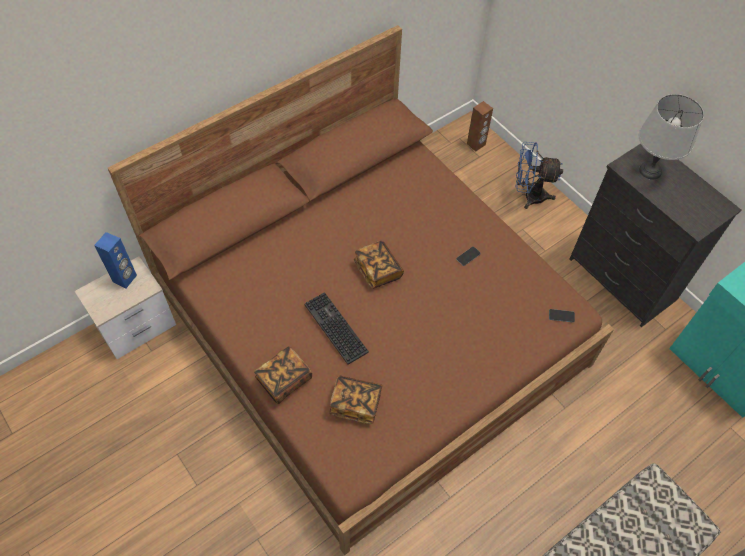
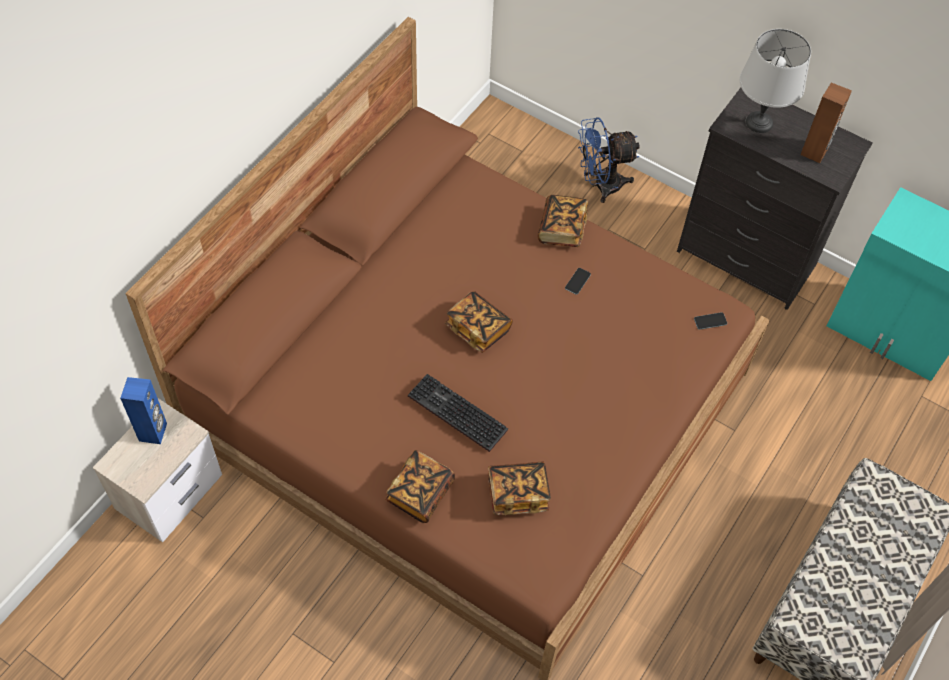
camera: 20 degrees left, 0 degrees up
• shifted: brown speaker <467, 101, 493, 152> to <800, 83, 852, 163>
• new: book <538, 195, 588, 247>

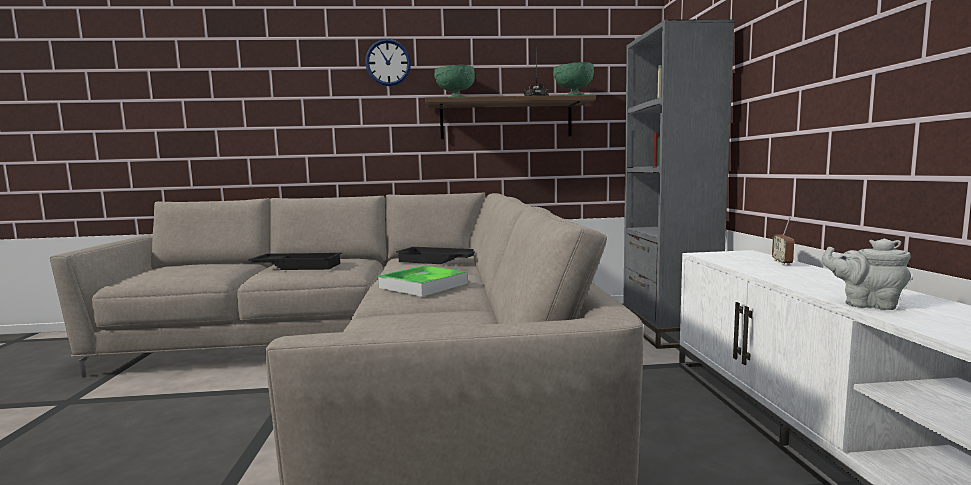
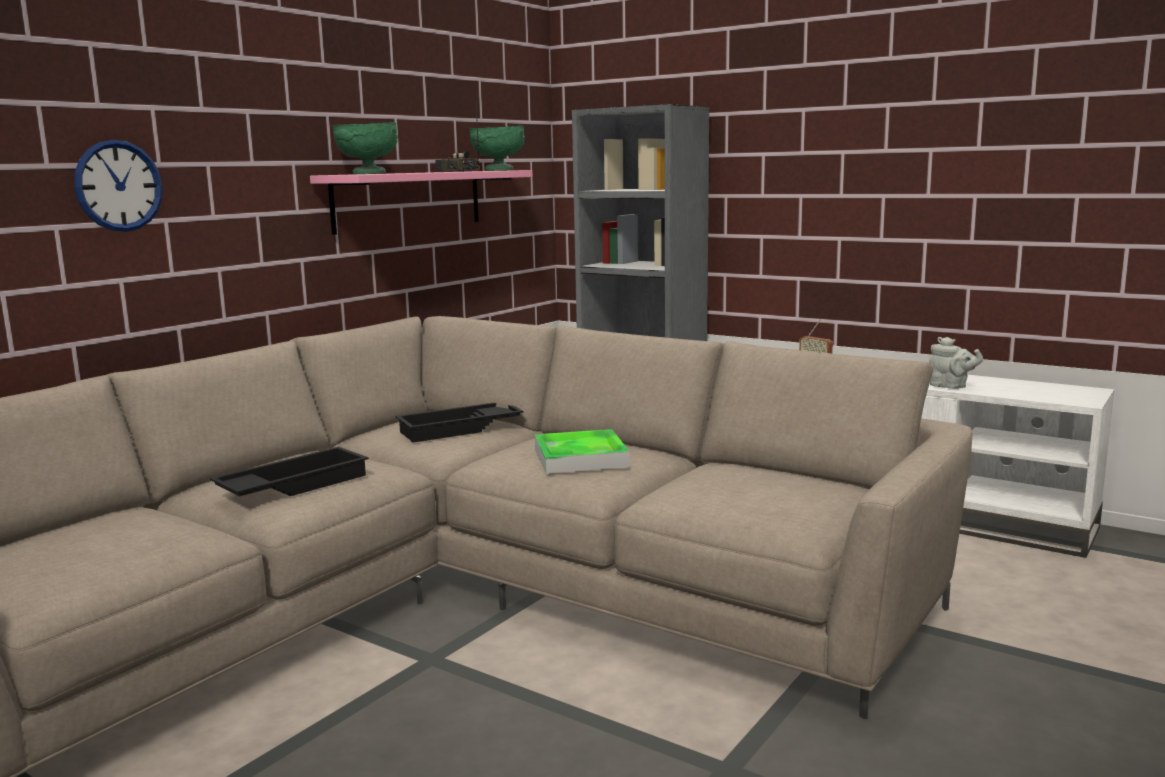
camera: 50 degrees left, 5 degrees up
• shifted: wall clock <365, 39, 411, 86> to <74, 140, 163, 232>
• repainted: brown shelf <425, 95, 596, 139> to pink shelf <310, 170, 532, 235>
• rotated: grey teapot <822, 238, 911, 310> = <929, 337, 983, 389> 120 degrees counterclockwise

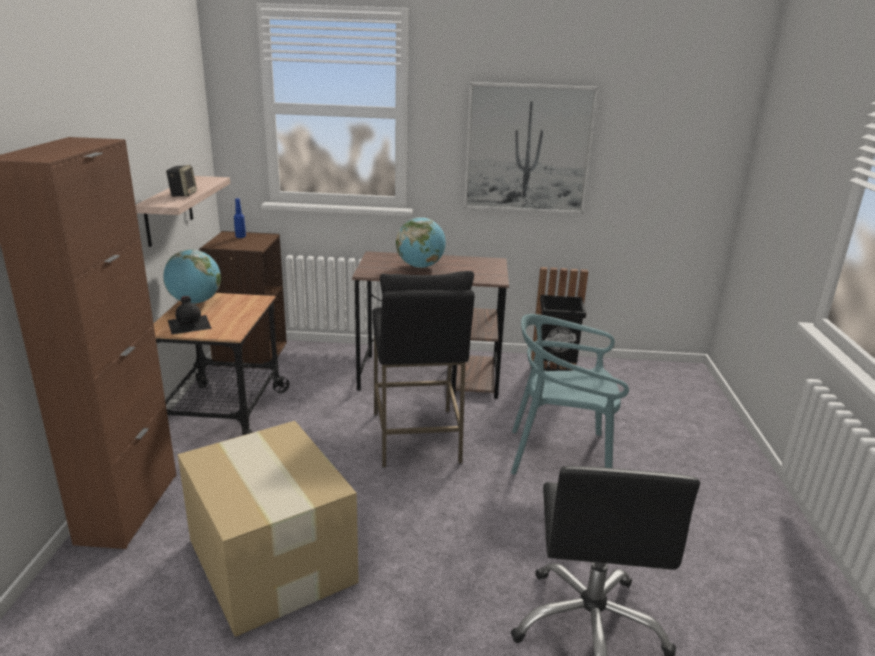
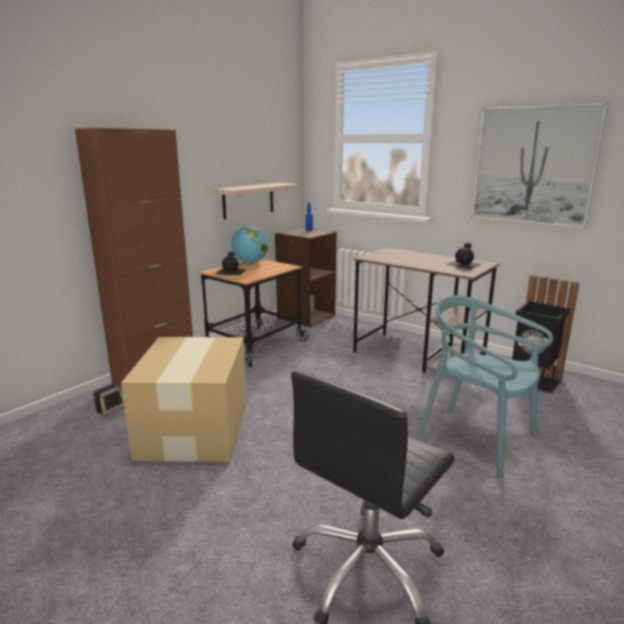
camera: 35 degrees right, 5 degrees down
• shifted: speaker <166, 165, 197, 197> to <94, 385, 124, 416>
• gone: black stool <372, 271, 474, 468>
• gone: globe <396, 217, 446, 268>
• new: black bottle <446, 243, 483, 269>

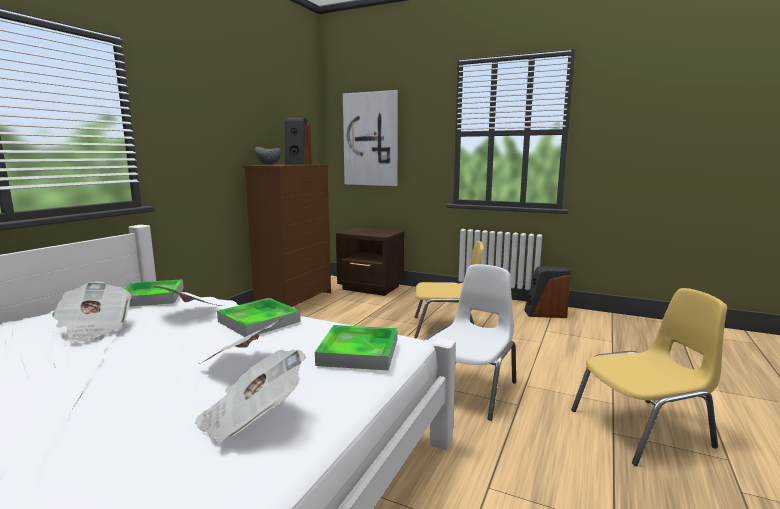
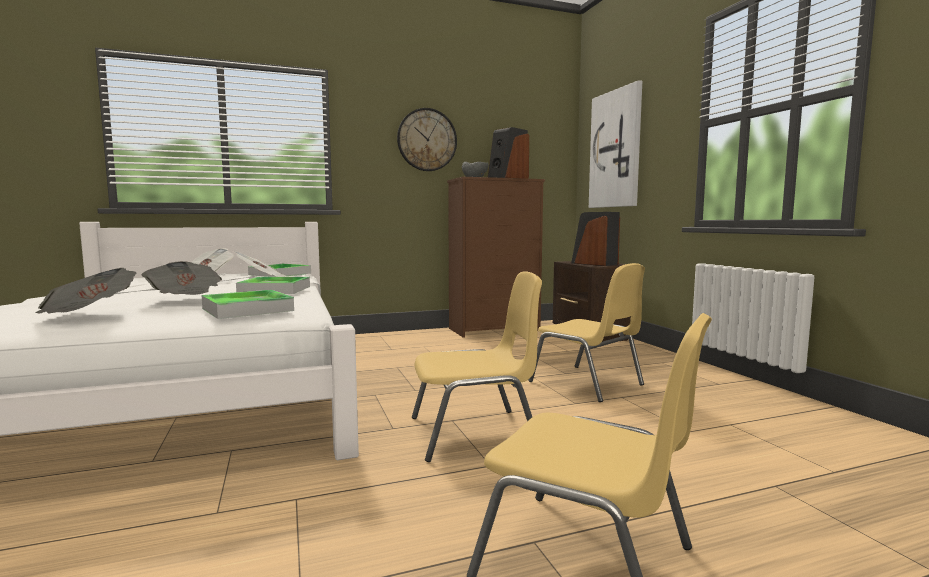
camera: 45 degrees right, 5 degrees down
• repainted: white chair <424, 264, 516, 421> to yellow chair <412, 271, 542, 462>
• shifted: speaker <524, 267, 570, 318> to <571, 212, 620, 266>
• new: wall clock <397, 108, 457, 171>

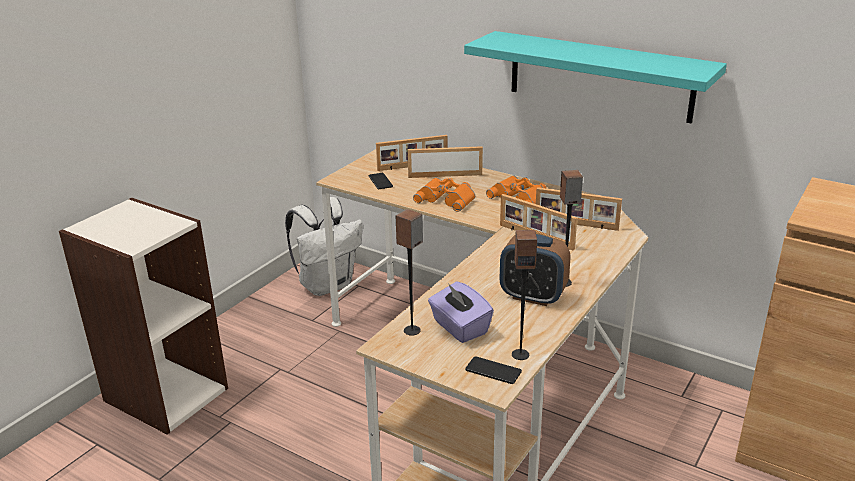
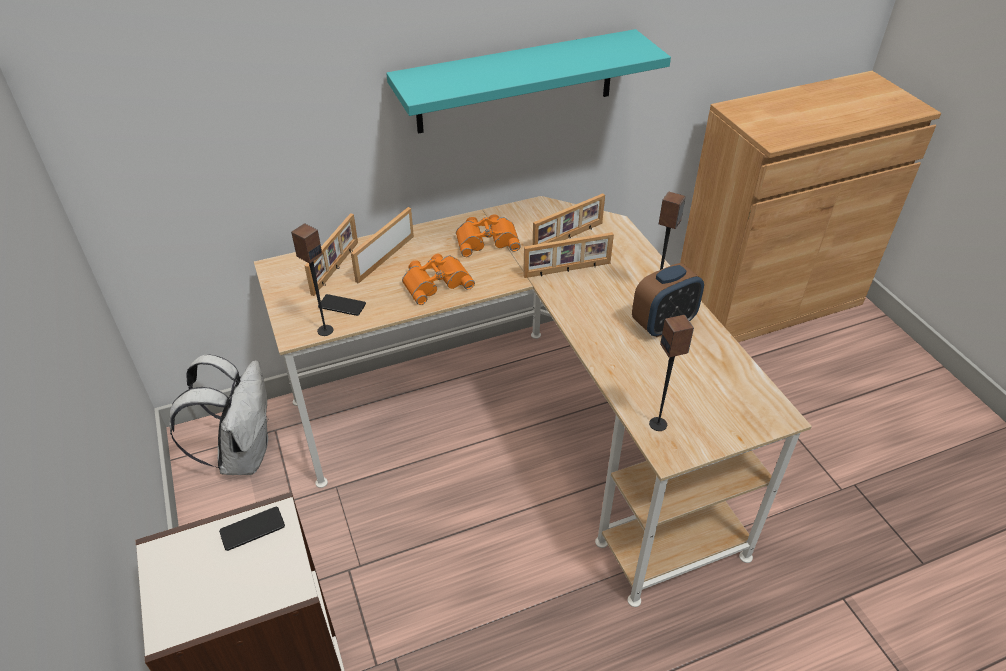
camera: 55 degrees left, 15 degrees up
• gone: purple tissue box <428, 281, 494, 343>
• shifted: phone <465, 356, 522, 384> to <219, 507, 285, 551>
• shifted: speaker <512, 230, 537, 360> to <291, 224, 333, 336>

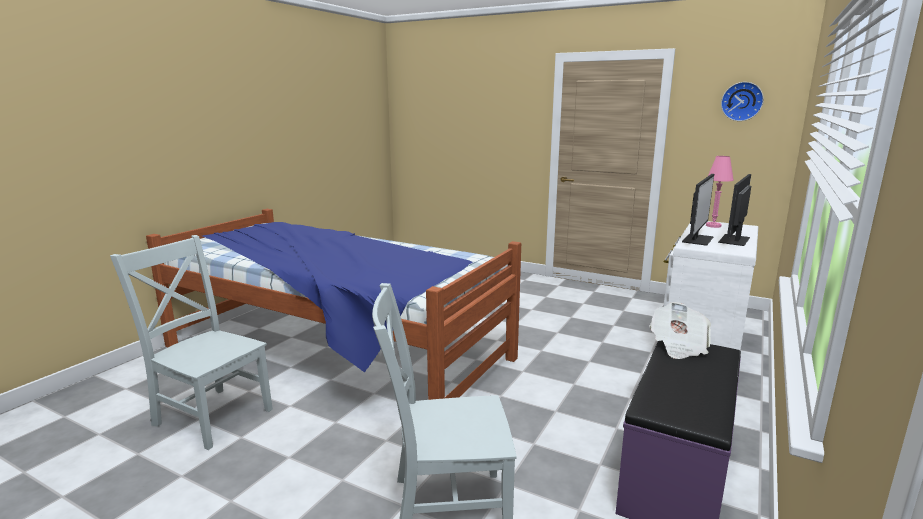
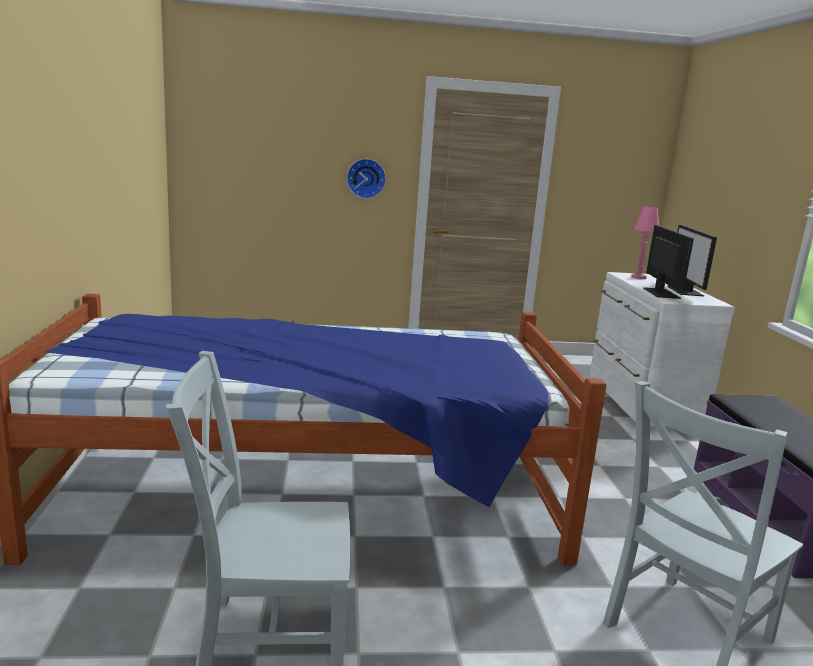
camera: 35 degrees left, 0 degrees up
• gone: newspaper <650, 302, 711, 359>
• shifted: wall clock <721, 82, 764, 121> to <347, 159, 386, 199>

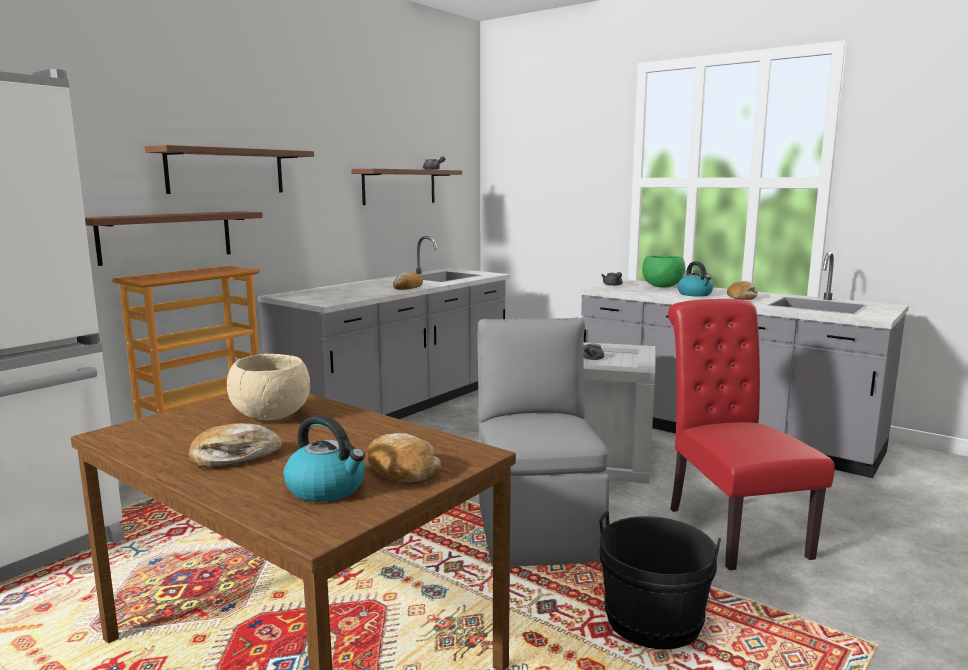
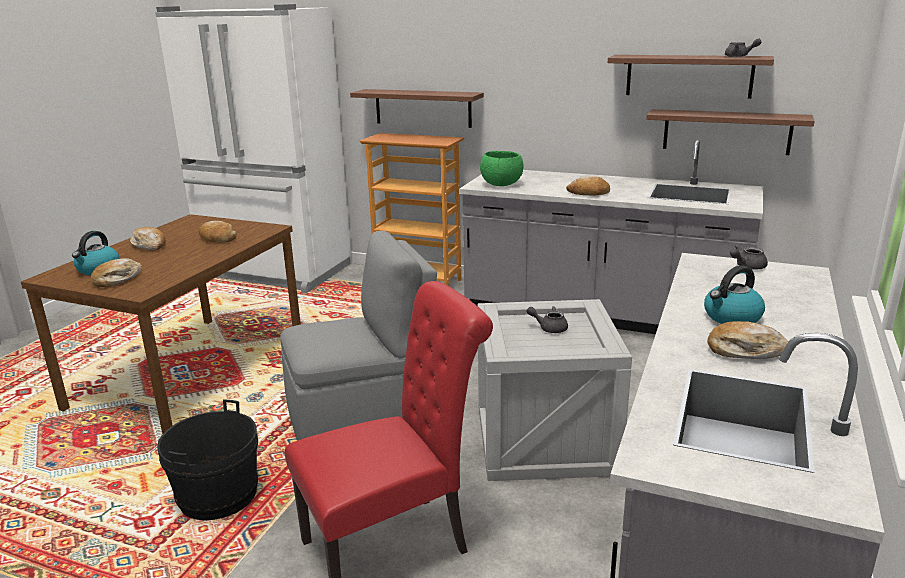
camera: 75 degrees right, 10 degrees up
• shifted: brown shelf <145, 145, 314, 194> to <646, 109, 815, 155>
• swapped: beige bowl <227, 354, 310, 420> to bread <199, 221, 236, 243>
• shifted: green bowl <642, 256, 685, 288> to <480, 151, 524, 186>

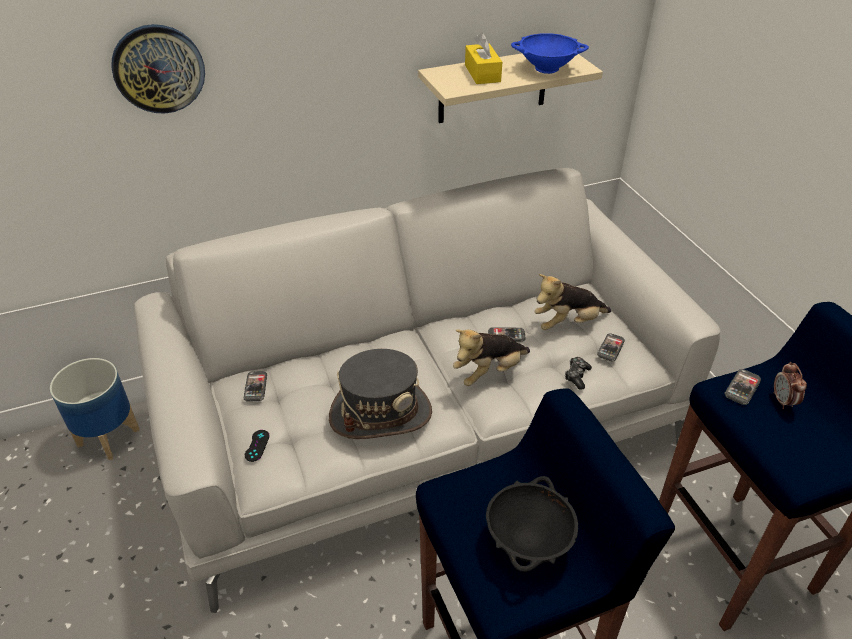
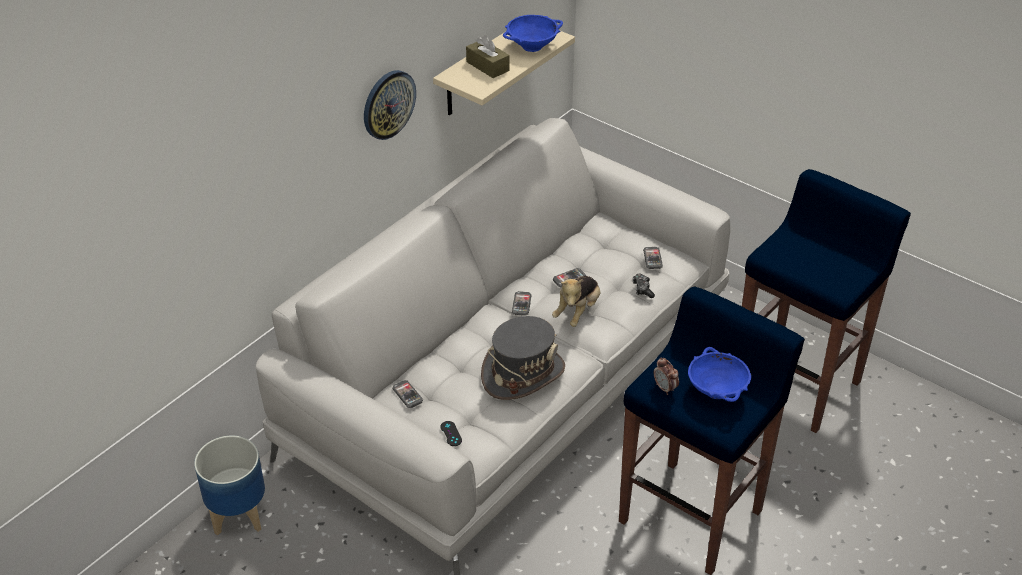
camera: 30 degrees left, 0 degrees up
• shifted: wall clock <111, 24, 205, 113> to <364, 70, 416, 140>
• repainted: yellow tissue box <465, 33, 502, 84> to brown tissue box <466, 35, 510, 78>
• repainted: black bowl <486, 476, 578, 572> to blue bowl <688, 347, 751, 402>
• gone: plush toy <535, 274, 611, 330>
• shifted: phone <724, 369, 761, 405> to <512, 291, 532, 316>
• shifted: alarm clock <774, 362, 807, 409> to <654, 357, 679, 395>

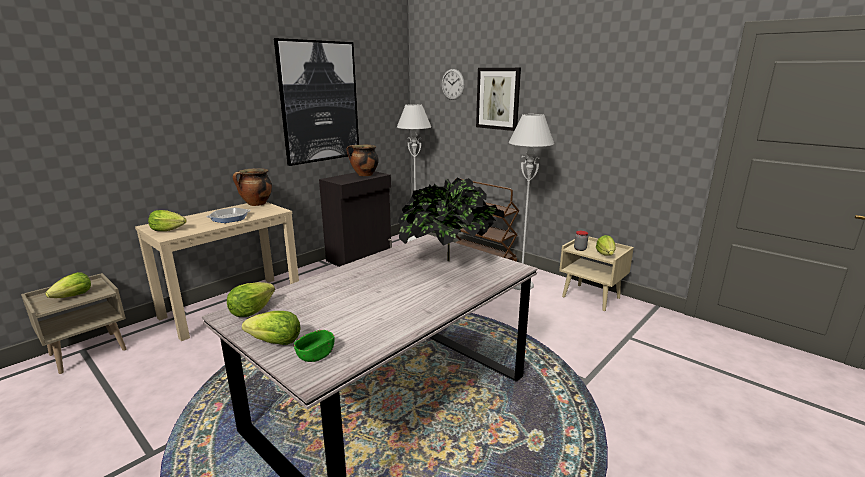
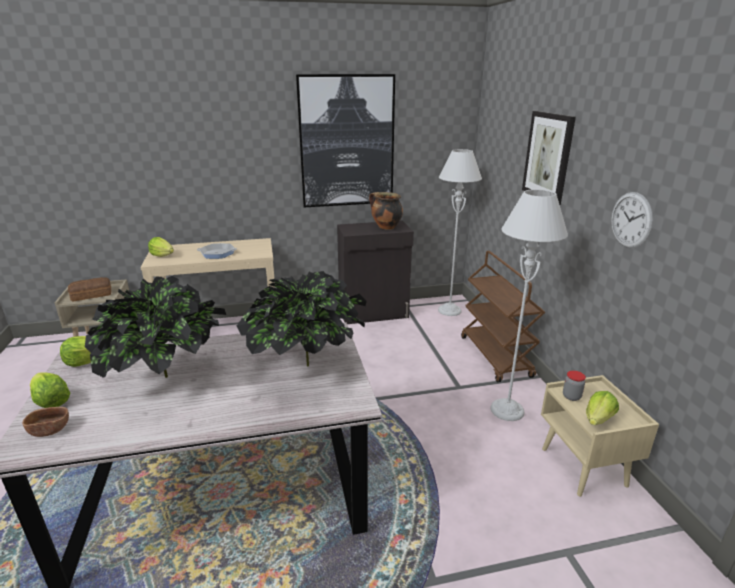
camera: 35 degrees right, 5 degrees up
• swapped: lettuce <45, 272, 91, 298> to bread <68, 277, 111, 302>
• gone: cooking pot <233, 168, 272, 206>
• repainted: green bowl <294, 330, 335, 362> to brown bowl <22, 407, 69, 437>
• shifted: wall clock <442, 69, 464, 100> to <611, 192, 653, 248>
• new: potted plant <85, 276, 226, 378>

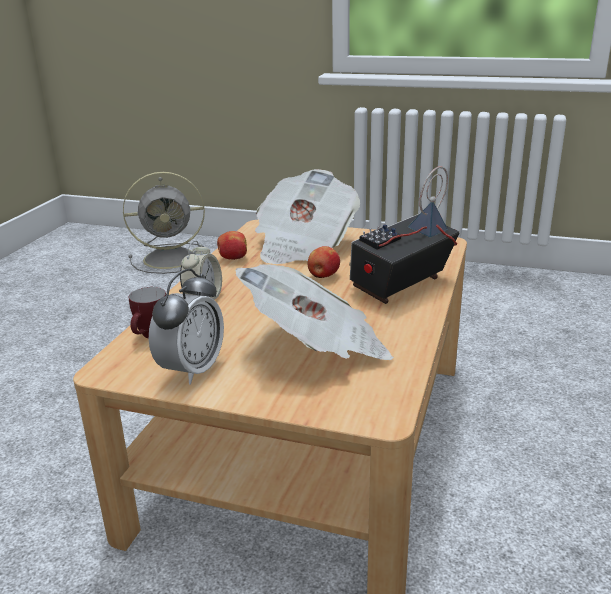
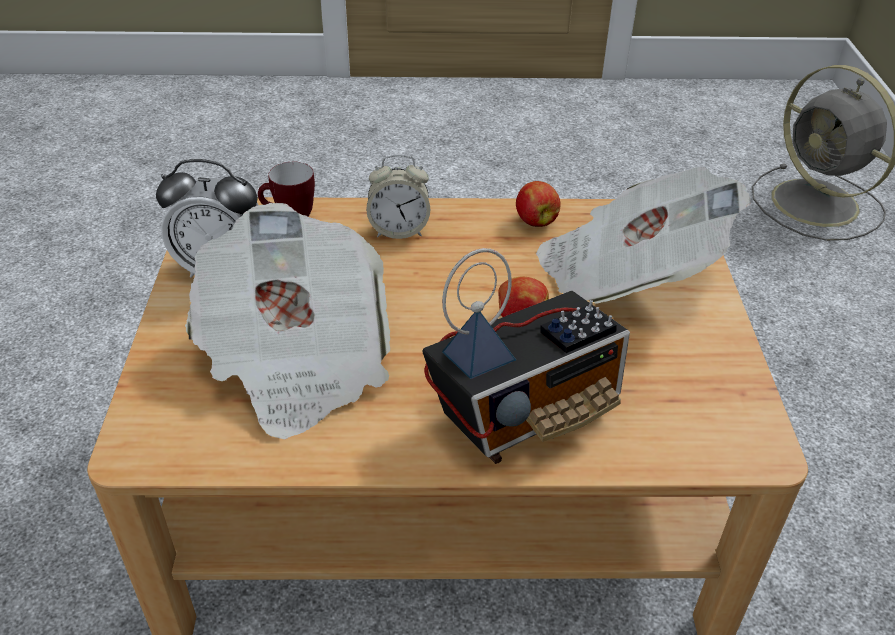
camera: 70 degrees right, 15 degrees up
• rotated: radio <349, 166, 459, 304> = <422, 248, 630, 464> 120 degrees clockwise

